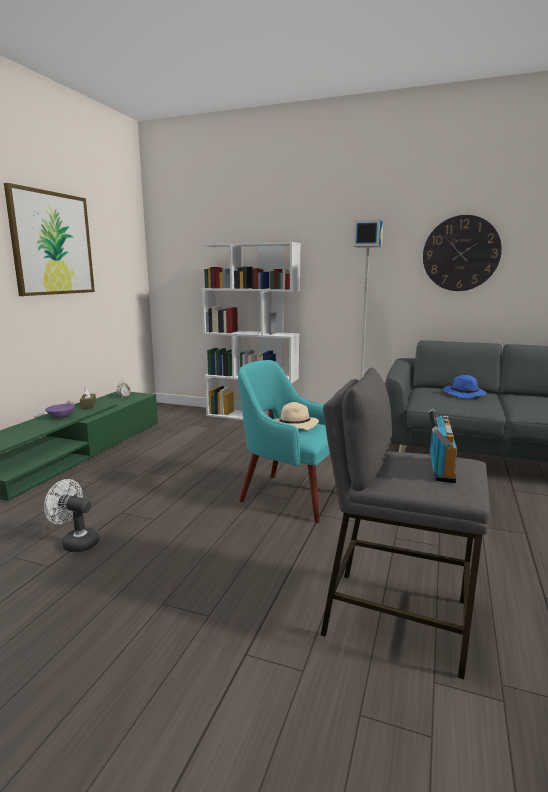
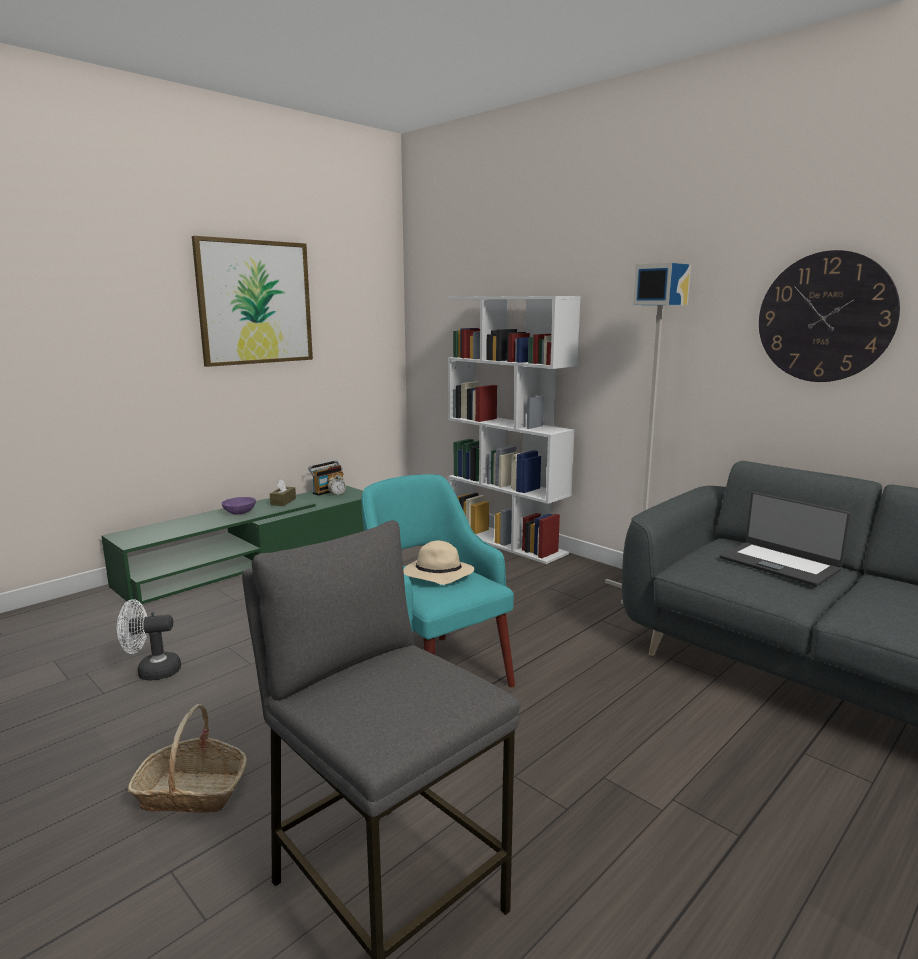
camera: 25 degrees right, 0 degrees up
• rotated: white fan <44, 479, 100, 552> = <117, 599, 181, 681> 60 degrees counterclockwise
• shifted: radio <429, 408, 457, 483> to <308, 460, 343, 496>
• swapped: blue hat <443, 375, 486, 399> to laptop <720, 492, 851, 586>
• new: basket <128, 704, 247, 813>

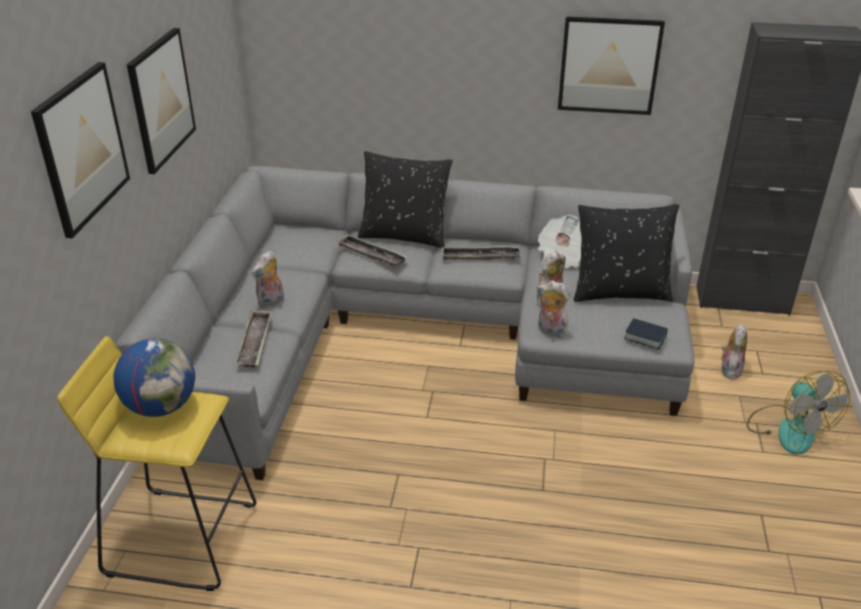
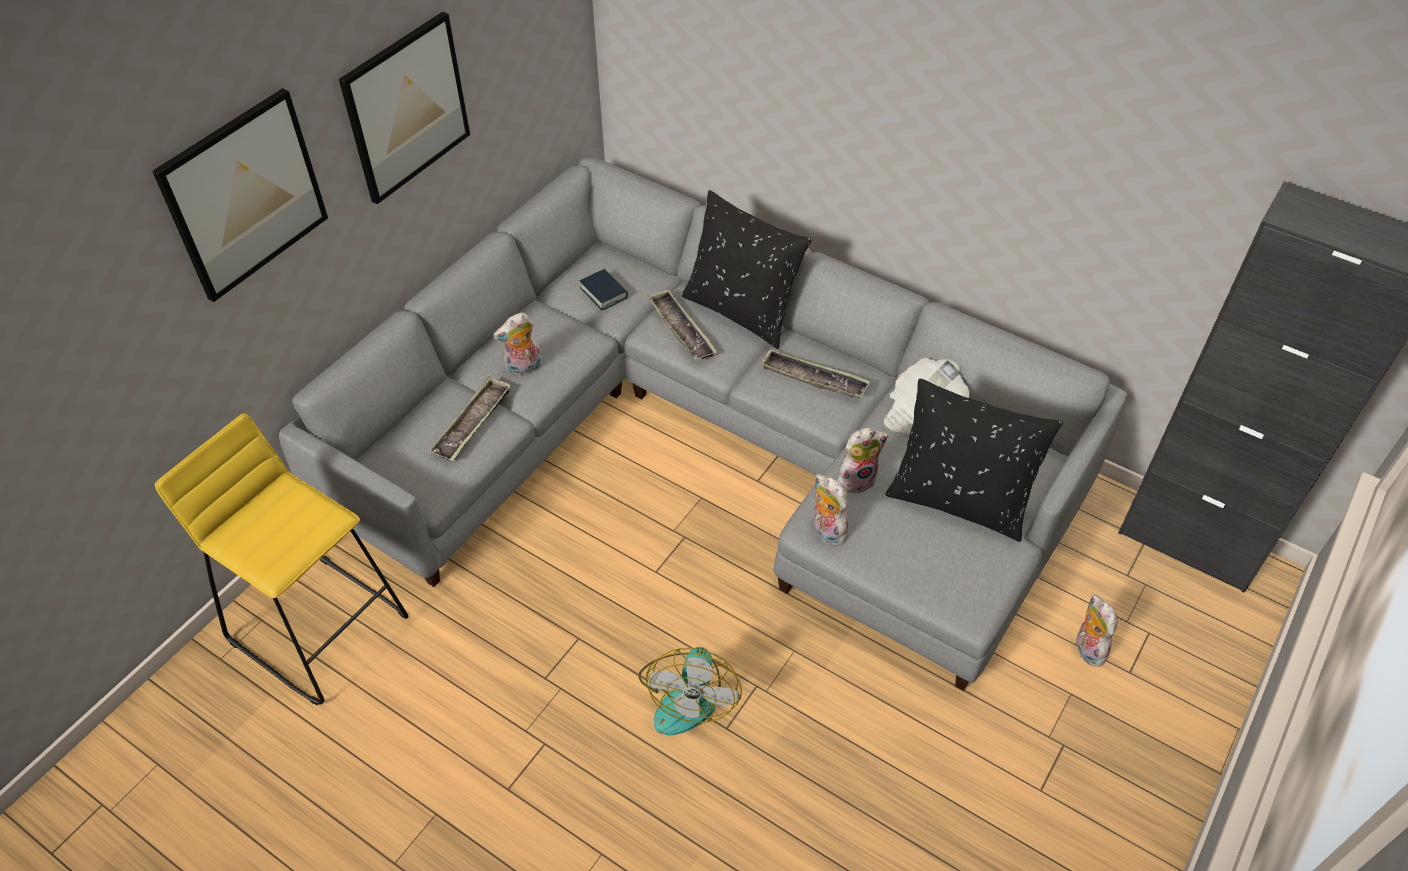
camera: 25 degrees right, 15 degrees up
• gone: globe <113, 338, 195, 417>
• gone: picture <558, 16, 665, 115>
• shifted: book <624, 318, 668, 350> to <580, 269, 628, 311>
• rotated: plush toy <721, 324, 747, 380> = <1076, 594, 1118, 667> 60 degrees counterclockwise
• shifted: fan <747, 371, 850, 455> to <638, 647, 742, 735>

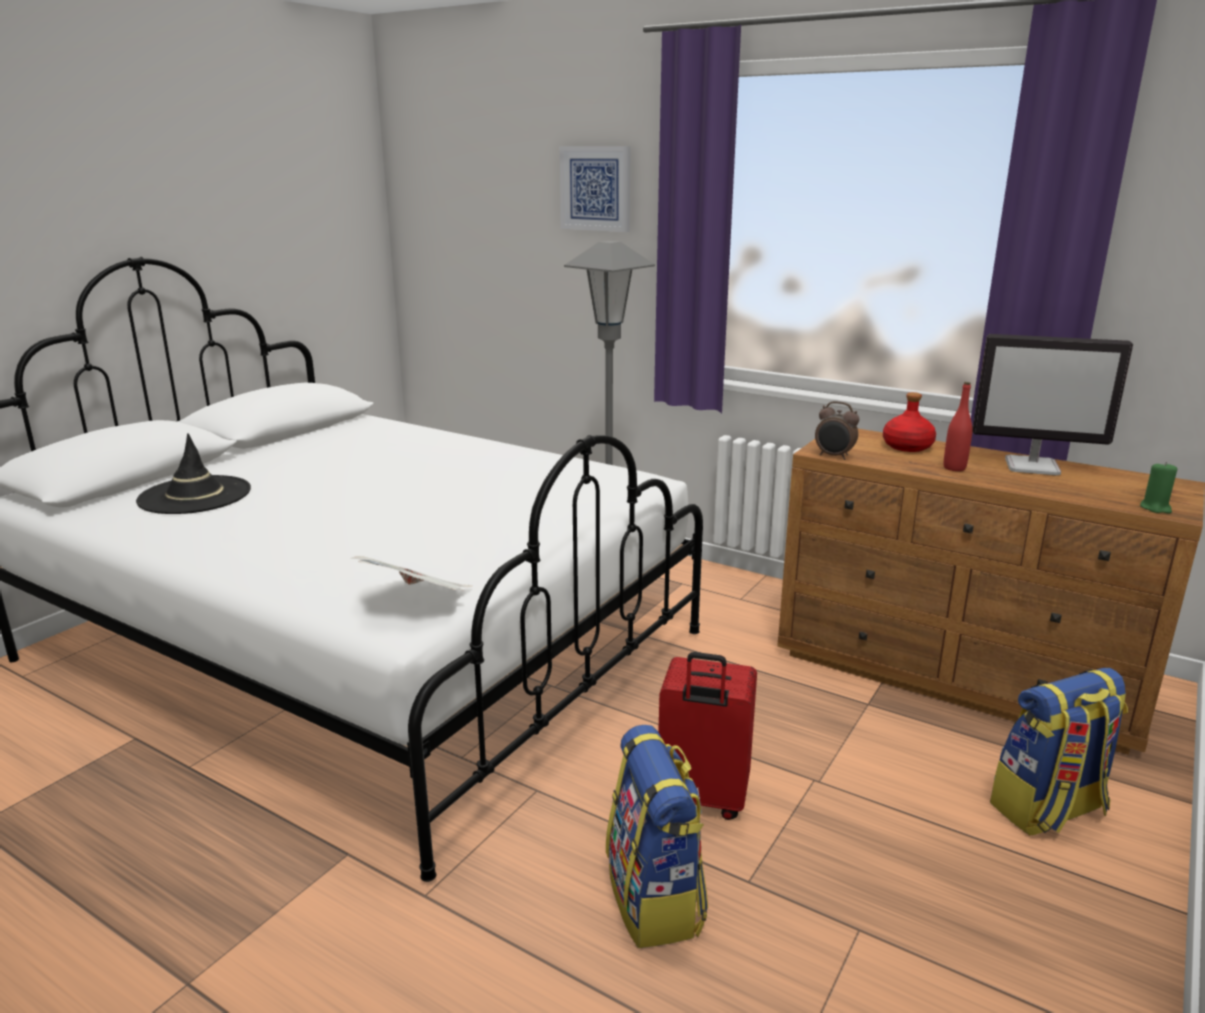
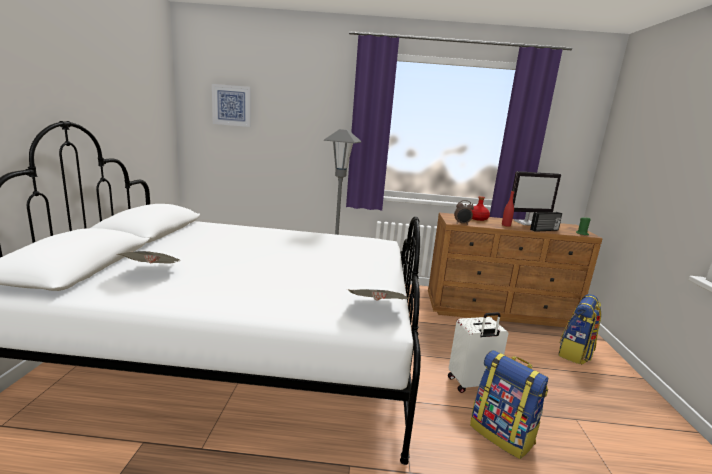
camera: 30 degrees left, 5 degrees down
• swapped: black hat <136, 433, 251, 514> to newspaper <117, 251, 180, 263>
• shifted: picture <559, 146, 631, 232> to <212, 84, 251, 127>
• repainted: red suitcase <658, 652, 757, 820> to white suitcase <448, 312, 509, 393>
• new: radio <530, 212, 562, 232>

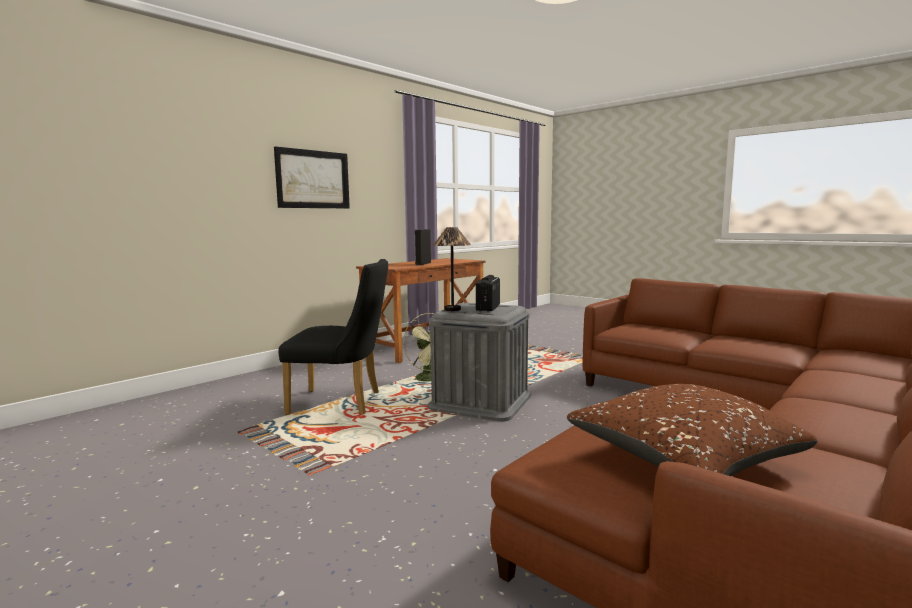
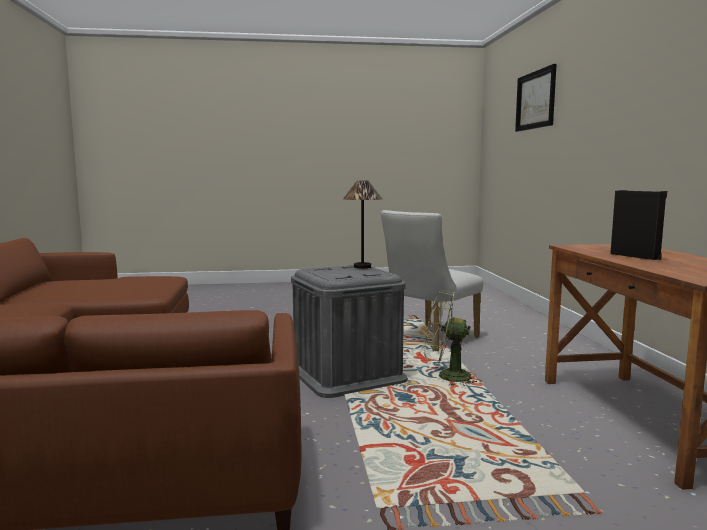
camera: 130 degrees right, 0 degrees up
• shifted: picture <274, 146, 350, 208> to <515, 64, 557, 132>
• repainted: black chair <278, 259, 388, 415> to white chair <381, 210, 483, 351>
• gone: radio <475, 275, 500, 311>
• gone: brown pillow <567, 384, 818, 476>

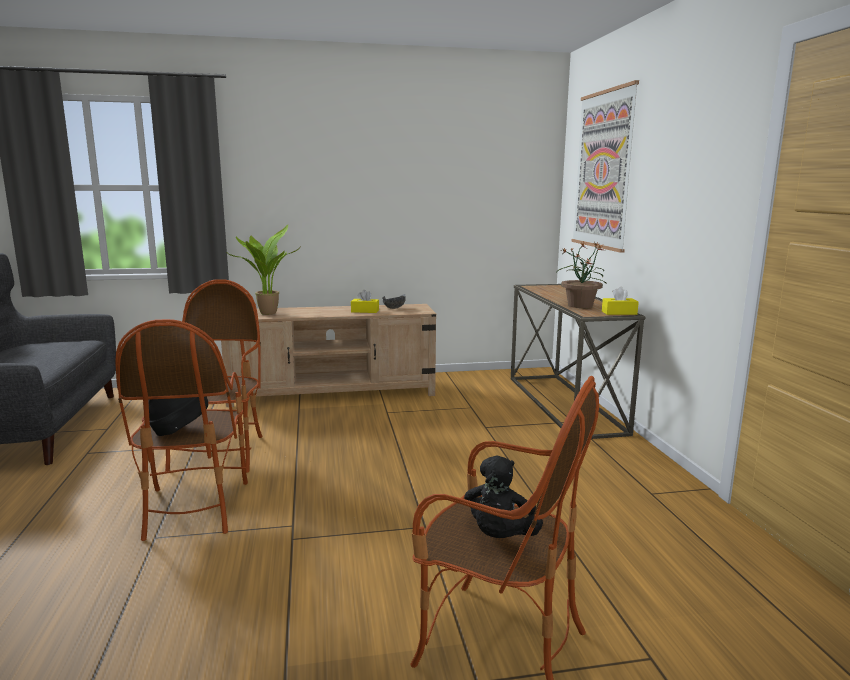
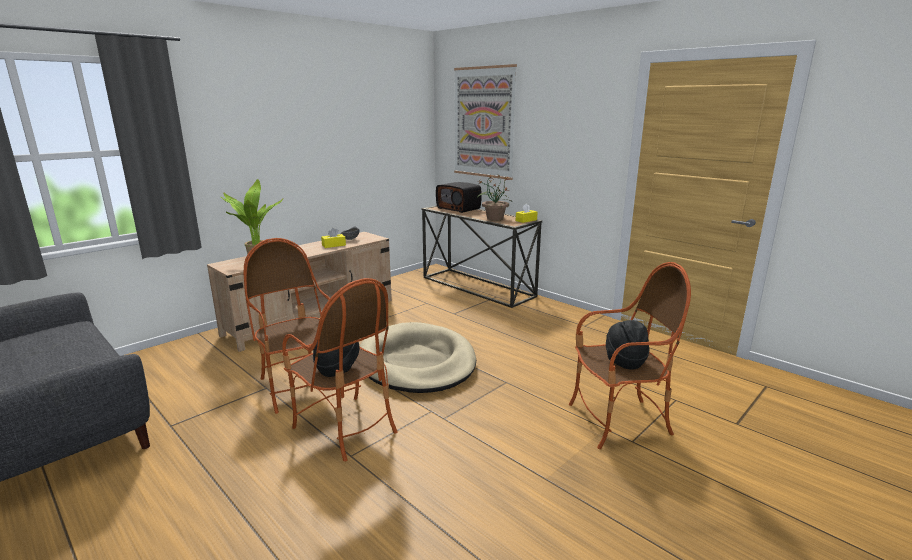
camera: 35 degrees left, 5 degrees up
• swapped: black plush toy <464, 455, 543, 538> to black hat <606, 320, 649, 370>
• new: beige dog bed <360, 322, 476, 393>
• new: radio <436, 182, 482, 213>

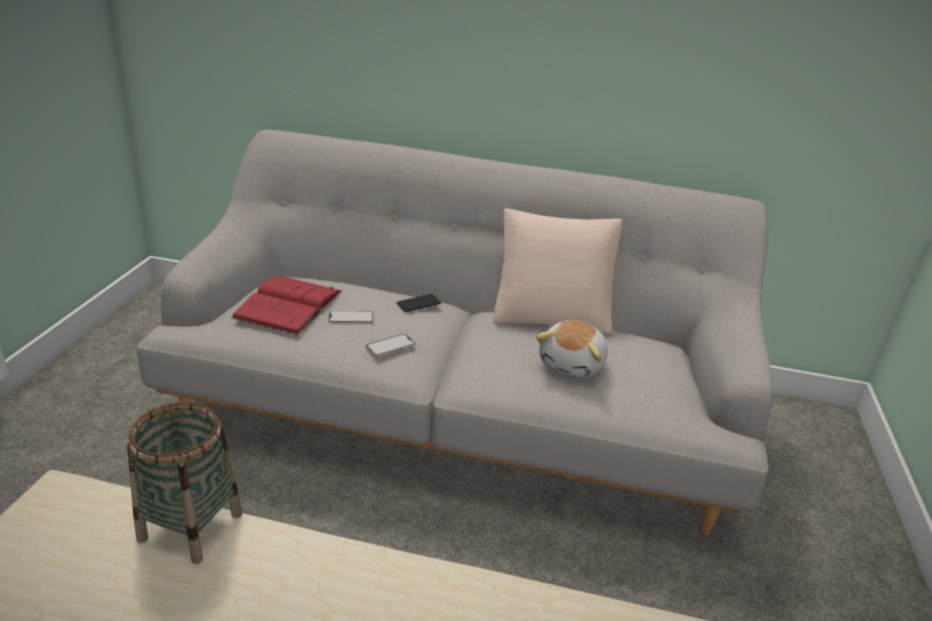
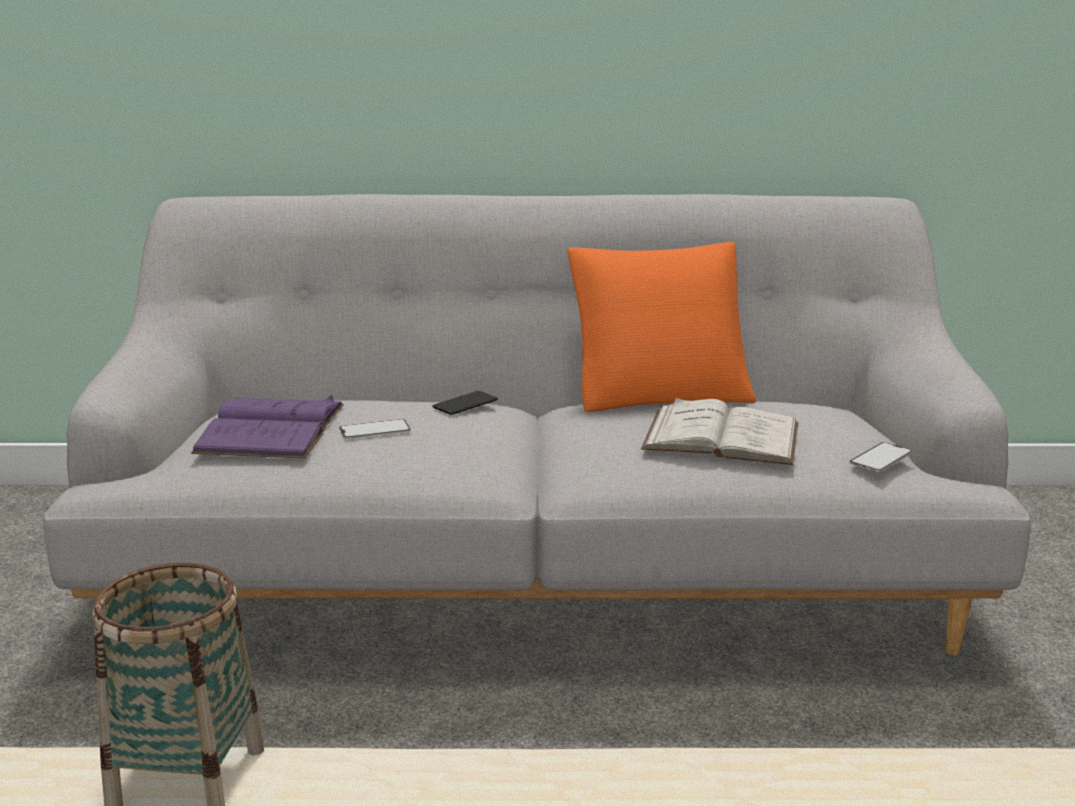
camera: 10 degrees left, 10 degrees down
• repainted: red book <231, 276, 342, 335> to purple book <191, 395, 344, 459>
• shifted: phone <366, 334, 415, 357> to <850, 442, 913, 472>
• repainted: beige pillow <493, 208, 623, 335> to orange pillow <568, 242, 756, 412>
• swapped: plush toy <536, 320, 607, 378> to white book <641, 398, 798, 465>

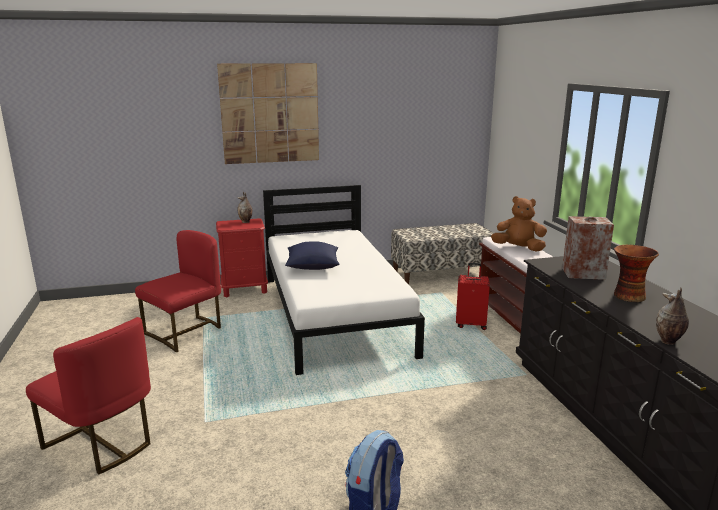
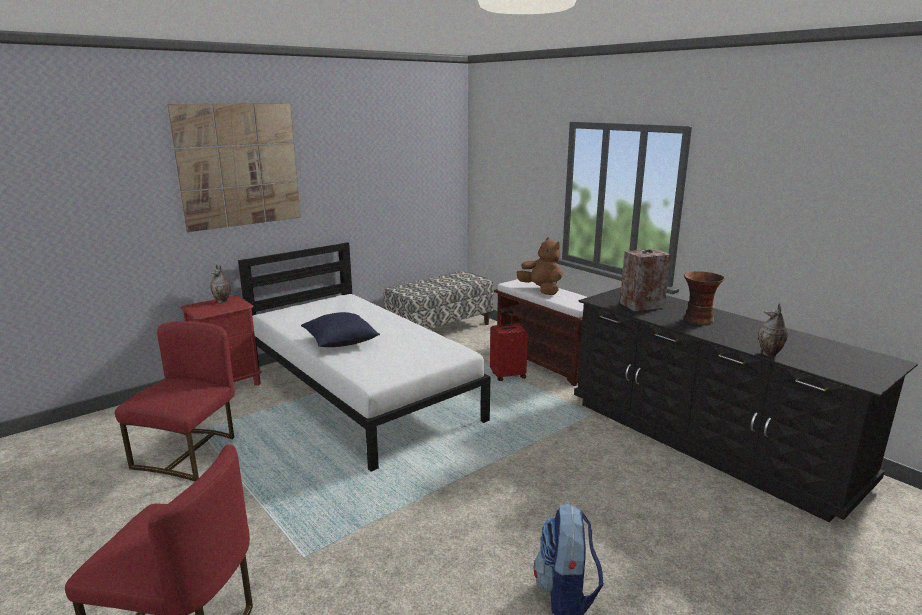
camera: 25 degrees left, 0 degrees up
• rotated: brown plush toy <491, 196, 547, 252> = <517, 237, 563, 295> 60 degrees clockwise

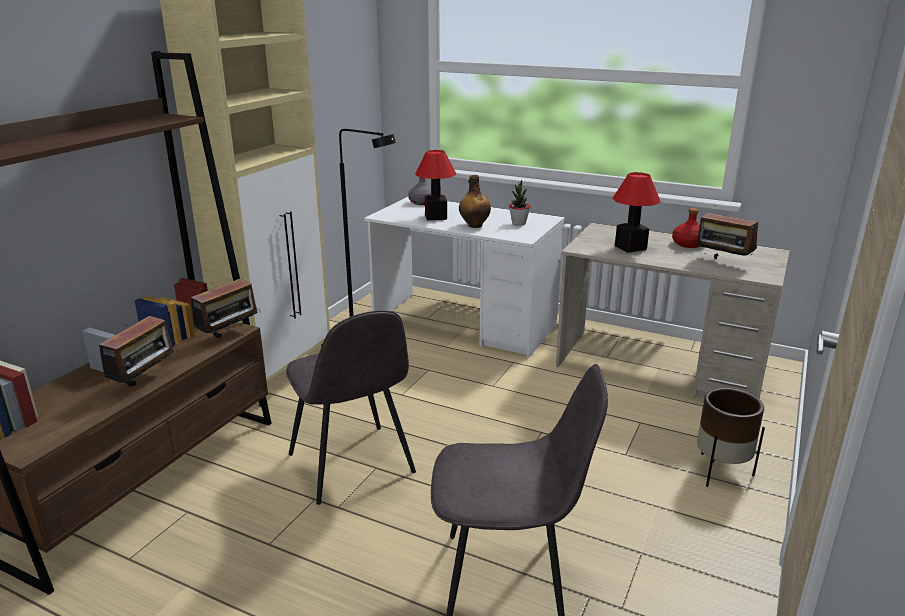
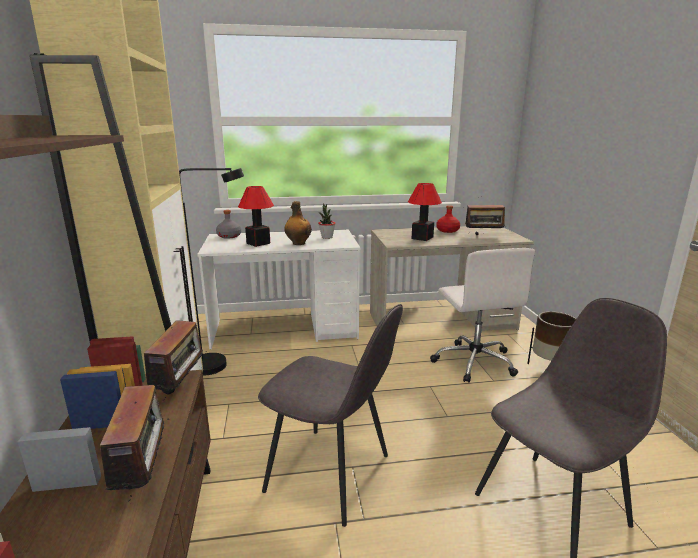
camera: 35 degrees left, 5 degrees down
• new: white office chair <430, 248, 535, 383>

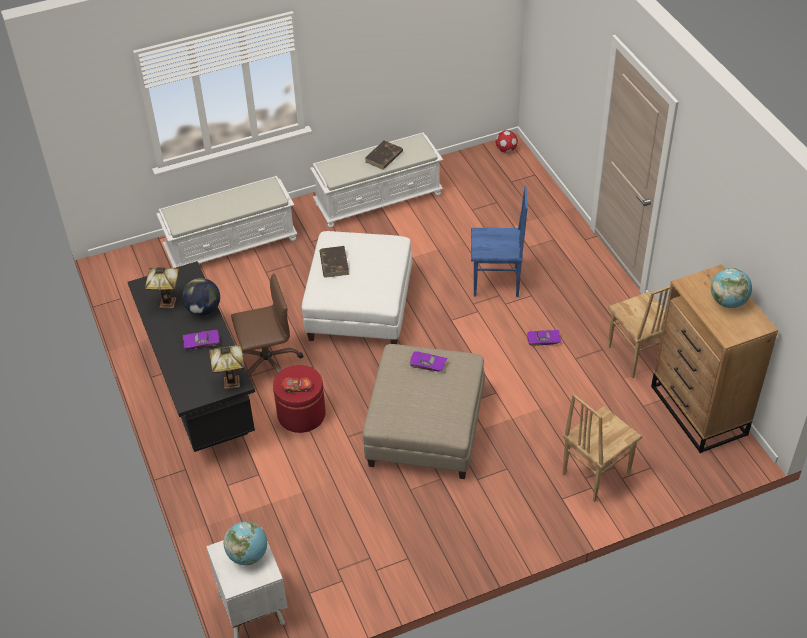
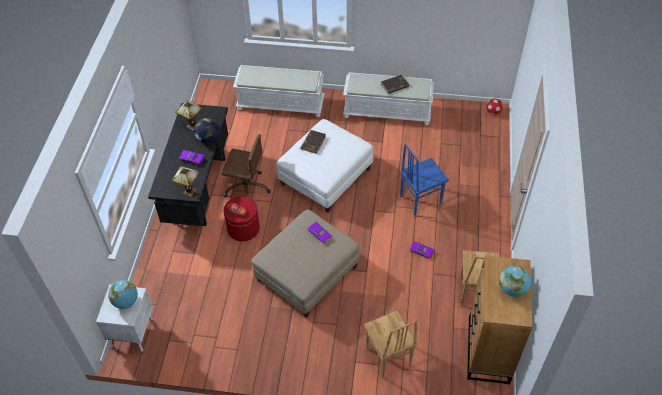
camera: 30 degrees right, 5 degrees up
• rotated: blue chair <471, 186, 527, 297> = <400, 144, 449, 216> 120 degrees clockwise
• rotated: brown chair <562, 394, 642, 502> = <364, 310, 417, 378> 105 degrees counterclockwise

